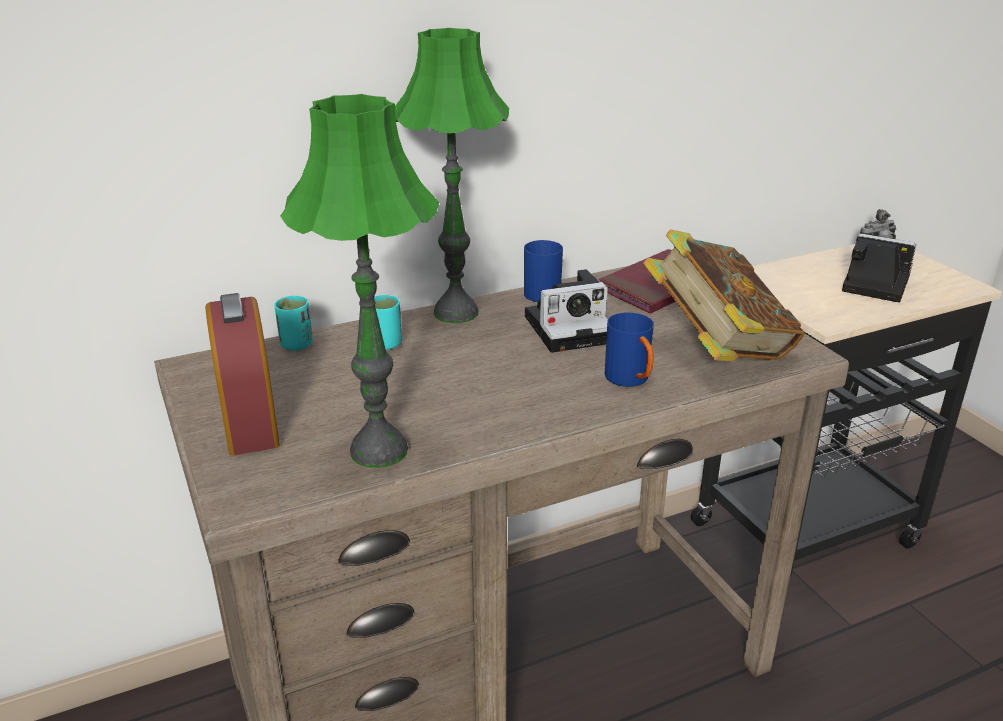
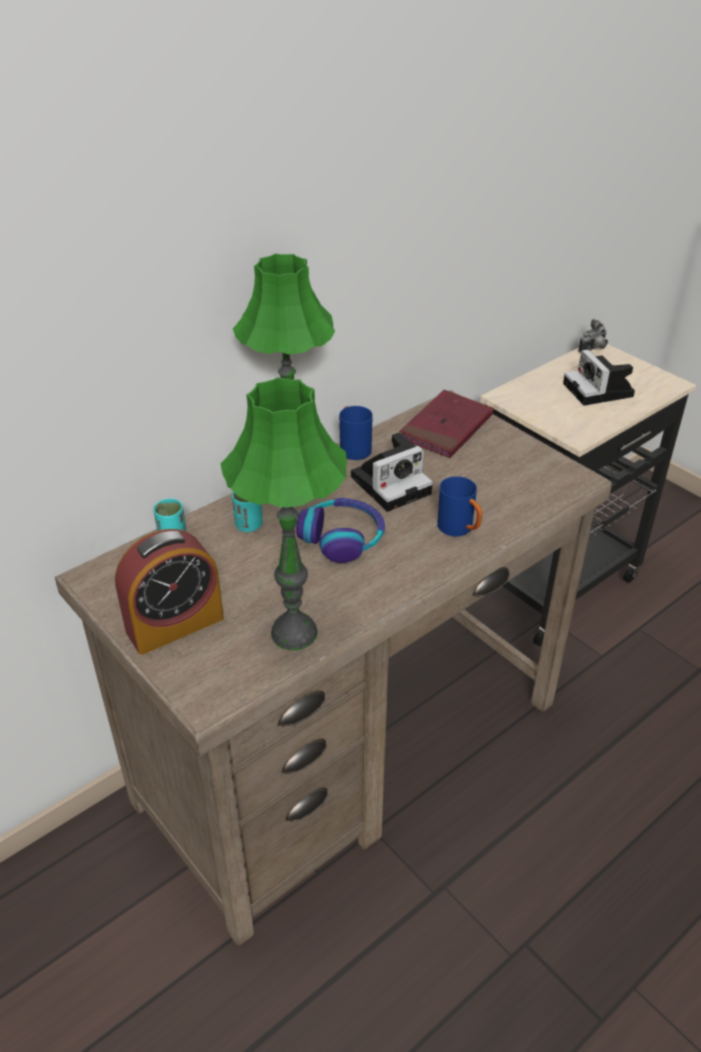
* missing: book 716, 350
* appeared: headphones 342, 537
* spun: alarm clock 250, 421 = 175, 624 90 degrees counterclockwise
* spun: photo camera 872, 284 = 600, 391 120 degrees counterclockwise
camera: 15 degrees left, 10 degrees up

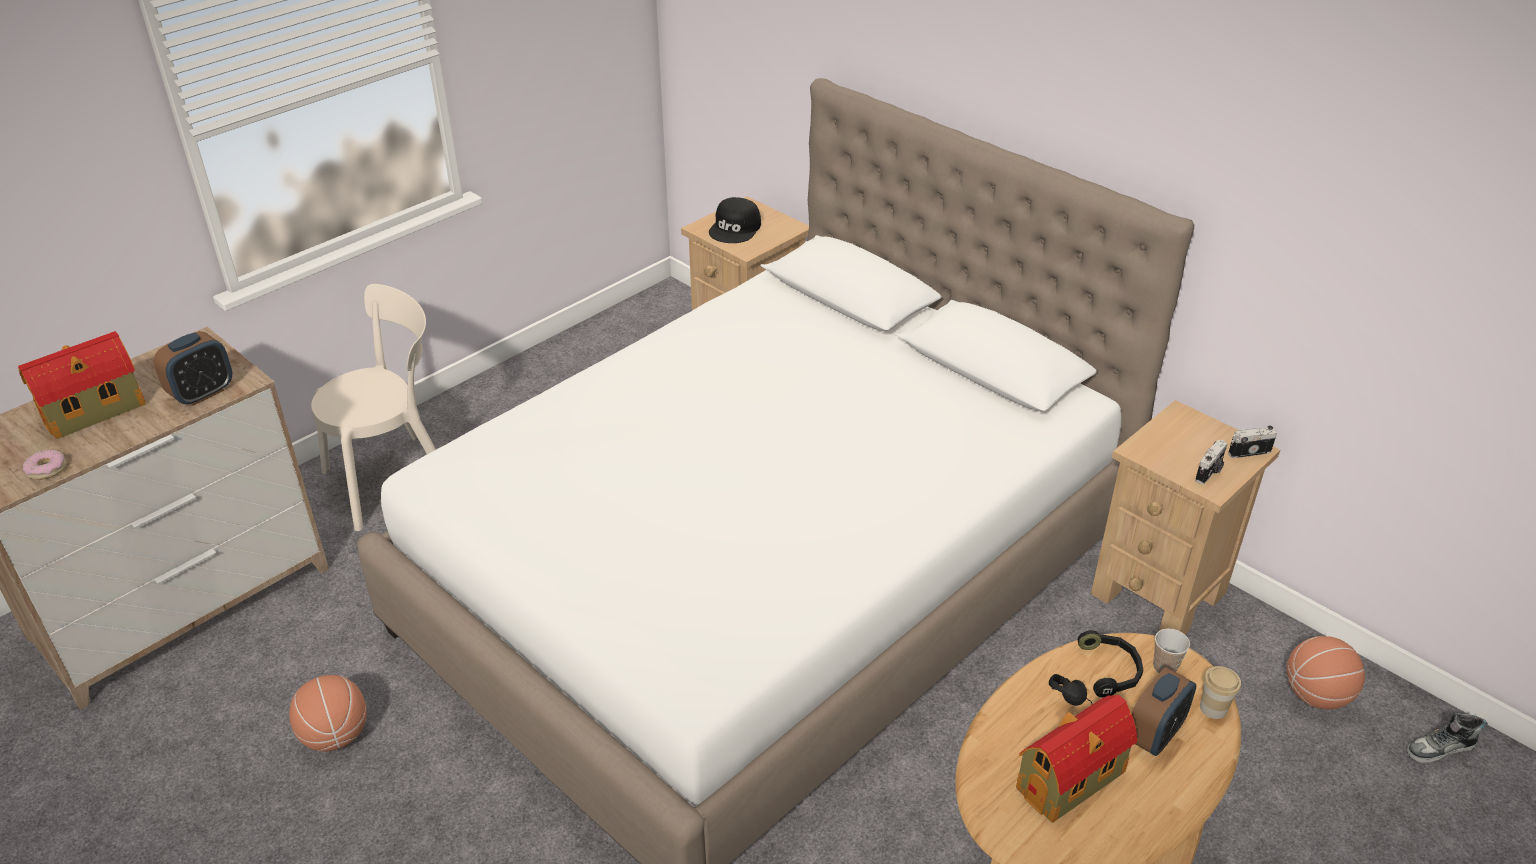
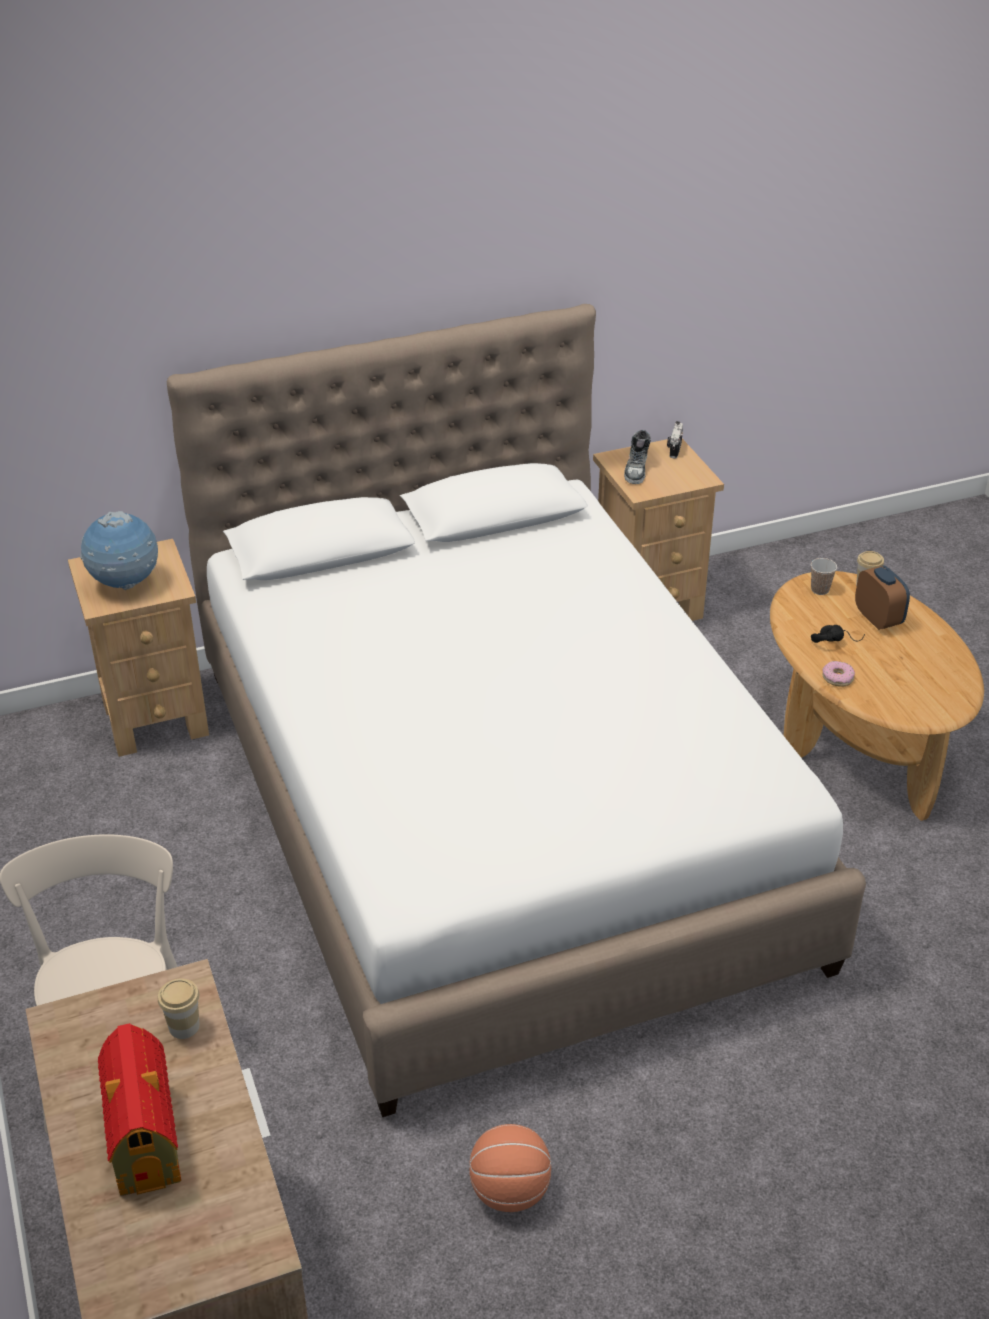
* missing: toy house 1072, 779
* missing: headphones in black 1111, 670
* missing: photo camera 1209, 472
* missing: basketball 1316, 695
* relocated: donut 47, 469 to 837, 678
* relocated: shoe 1440, 749 to 636, 470
* exchanged: alarm clock 202, 393 to cup 184, 1026
* exchanged: cap in black 736, 228 to globe 125, 584
camera: 65 degrees left, 0 degrees up

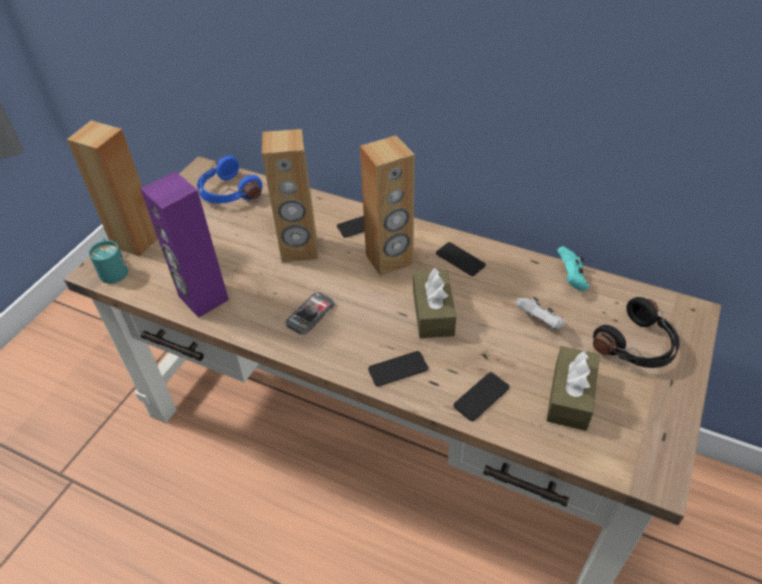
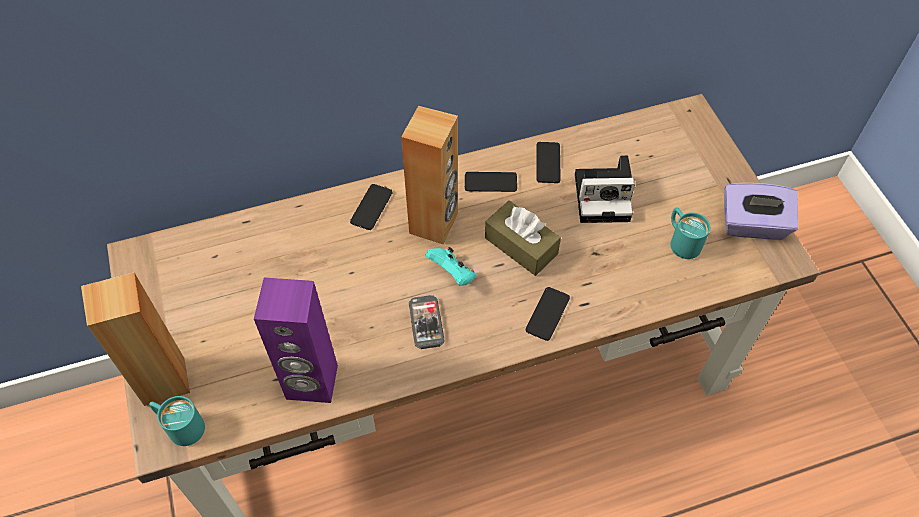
* missing: headphones in blue 228, 193
* missing: speaker in brown 299, 250
* missing: headphones in black 637, 346
* appeared: tissue box in purple 752, 225
* relocated: phone 481, 397 to 548, 163
* relocated: game controller in turquoise 571, 279 to 452, 274
* exchanged: game controller in white 539, 323 to photo camera 604, 196
* exchanged: tissue box in brown 570, 396 to mug in turquoise 681, 241
camera: 45 degrees left, 10 degrees up

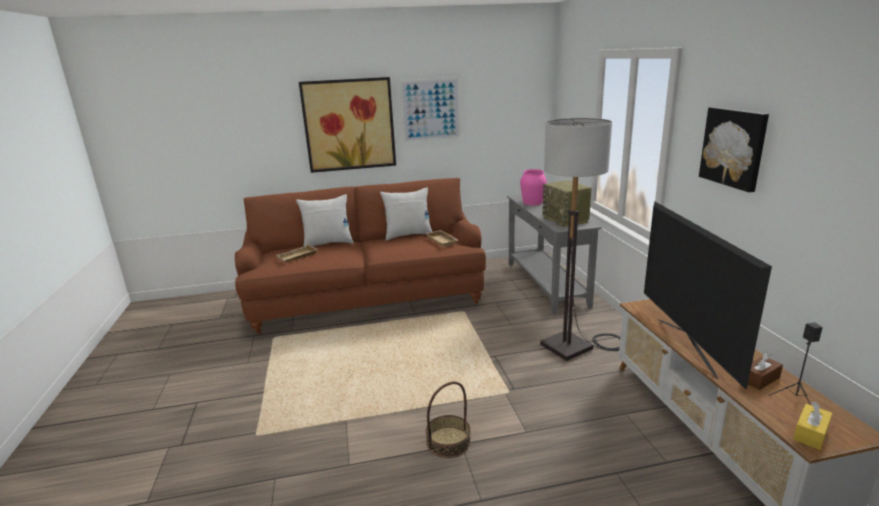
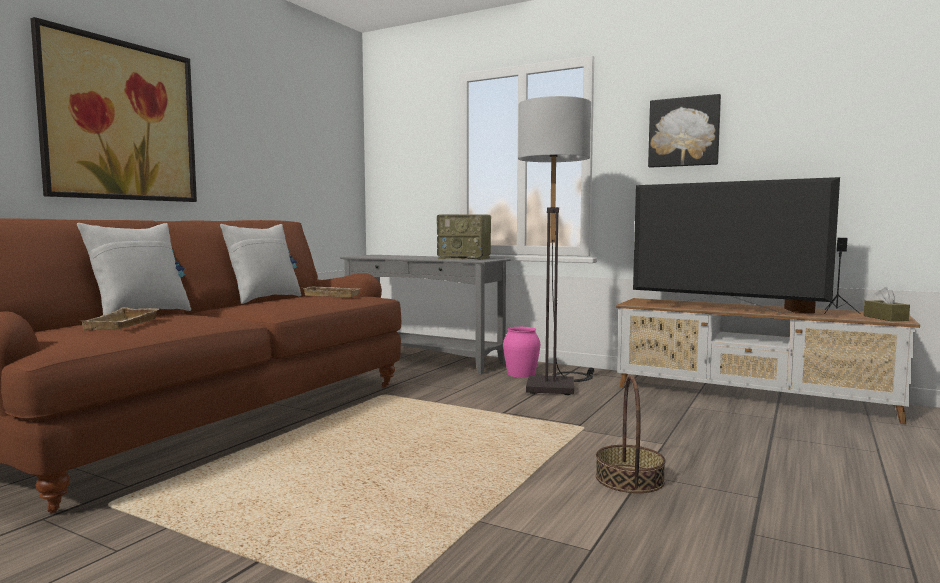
* missing: picture 430, 110
* relocated: vase in pink 532, 202 to 521, 374
* colour: tissue box in yellow 810, 433 to tissue box in brown 885, 318
camera: 50 degrees left, 15 degrees down

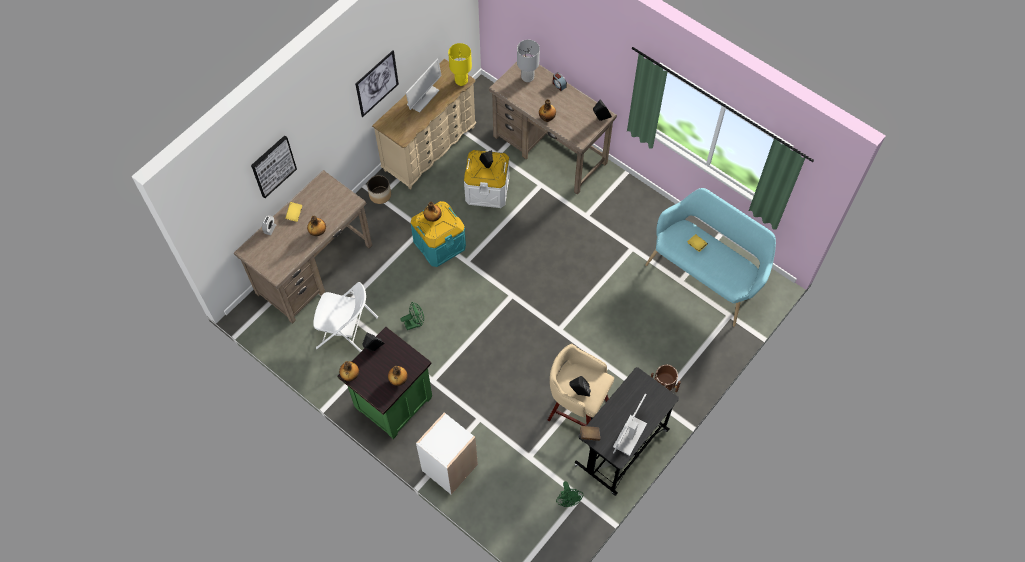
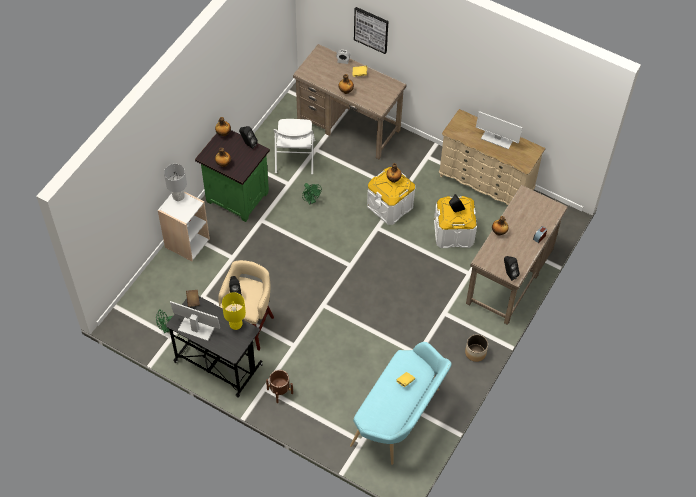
* missing: picture 377, 83
* relocated: planter 380, 195 to 475, 353
* relocated: table lamp in yellow 461, 81 to 236, 325
* relocated: table lamp in grey 528, 78 to 178, 197
* colour: storage box in turquoise 439, 244 to storage box in white 390, 206
camera: 80 degrees right, 5 degrees down

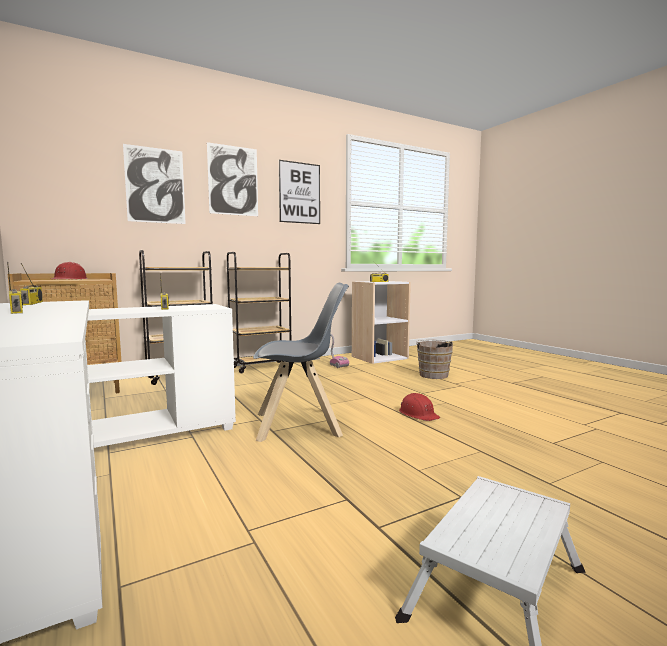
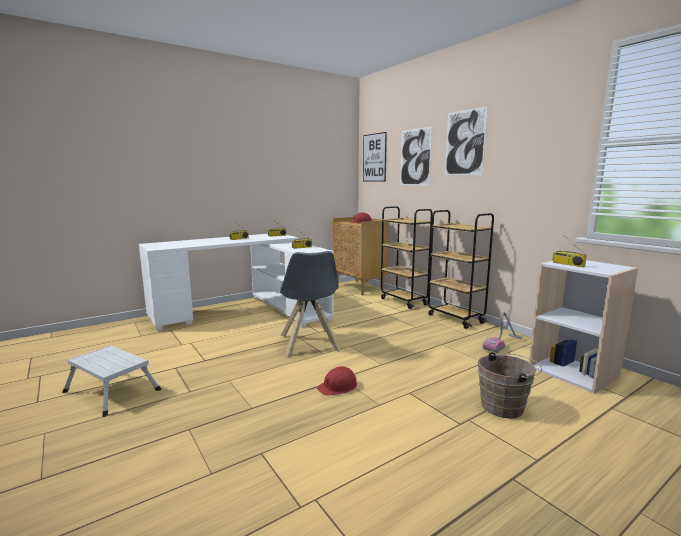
* relocated: picture 299, 193 to 374, 157
camera: 85 degrees right, 5 degrees up

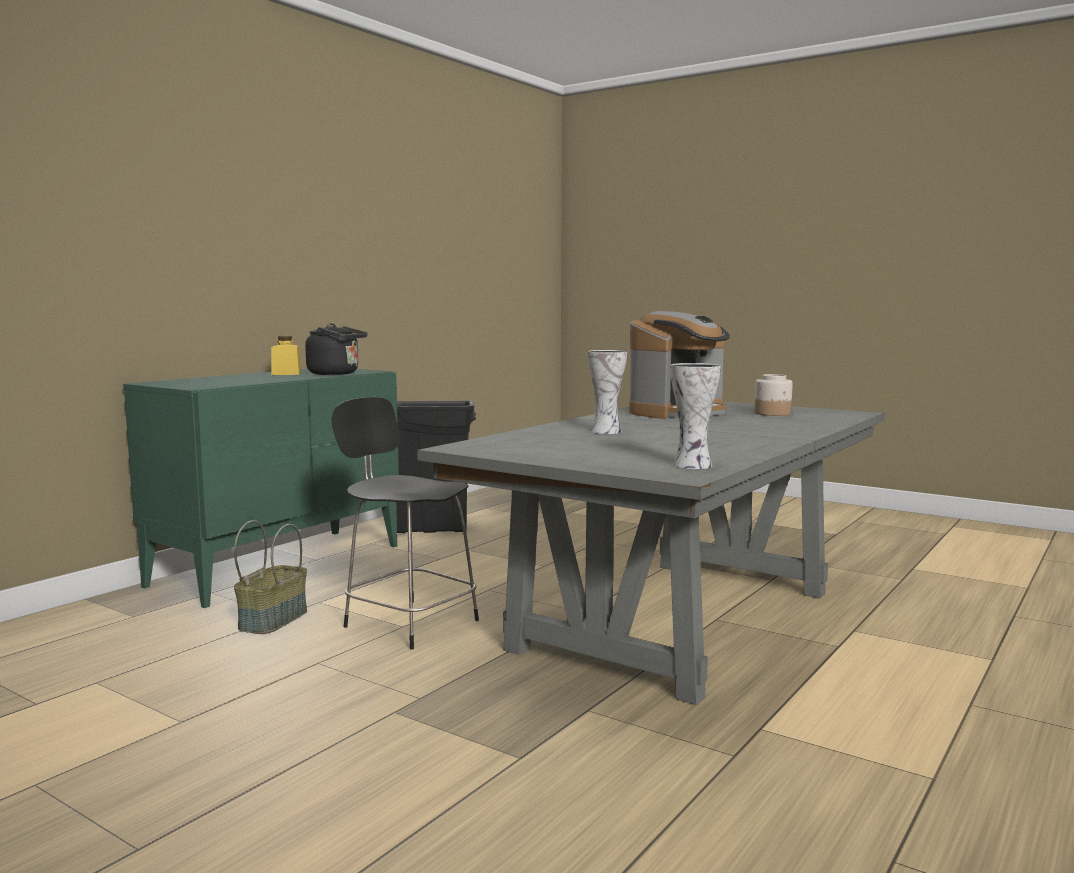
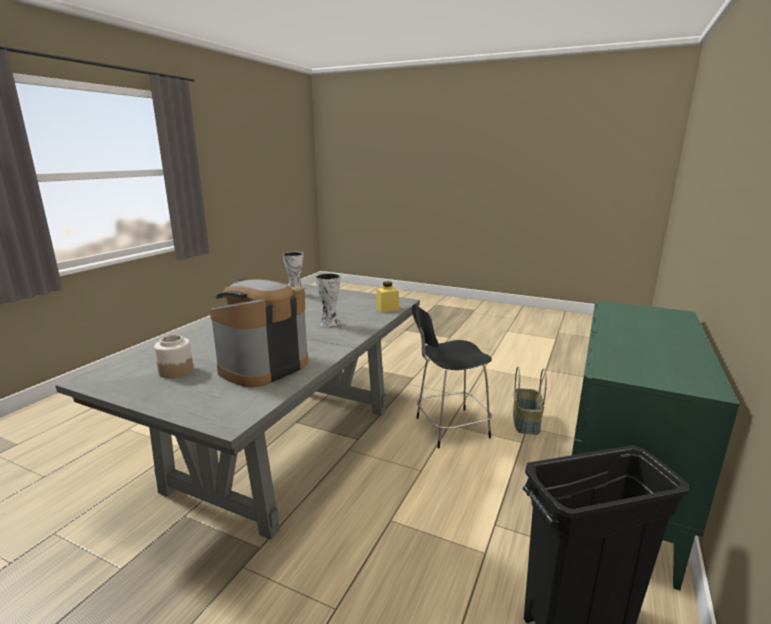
* missing: kettle in black 336, 374
* relocated: jar in yellow 286, 374 to 387, 308
* spun: chair in black 408, 622 = 449, 428 135 degrees clockwise
camera: 170 degrees right, 10 degrees up

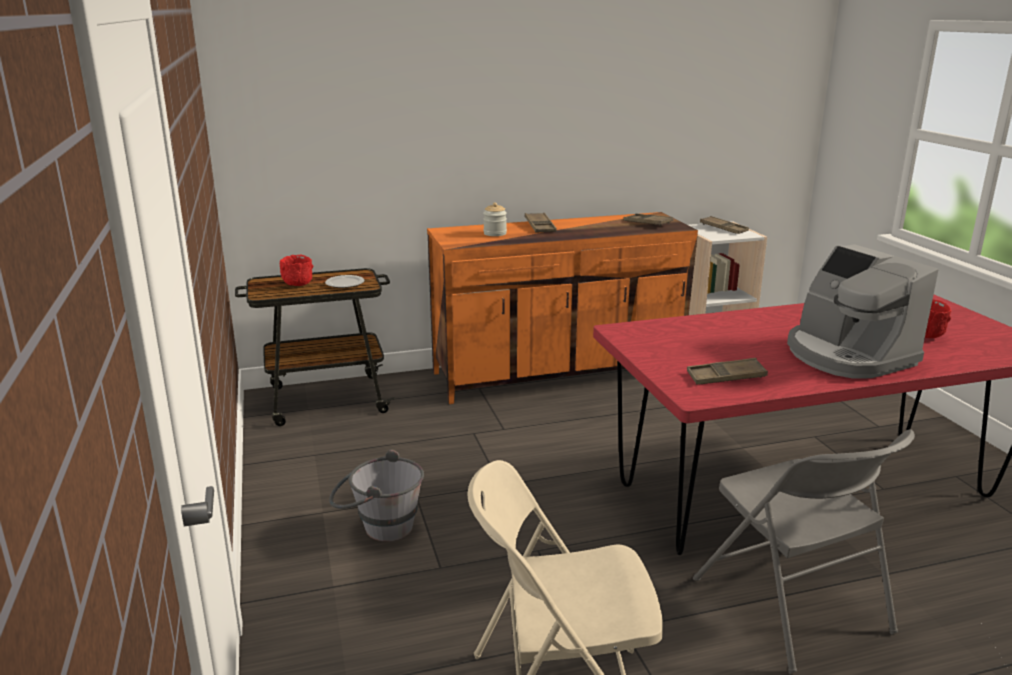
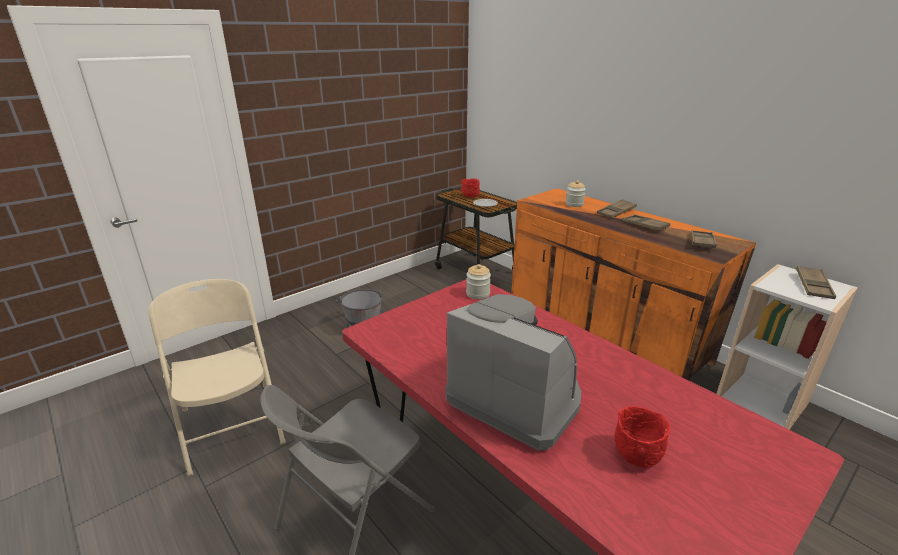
* appeared: jar 478, 294
* relocated: tray in brown 726, 377 to 644, 225
* spun: coffee machine 847, 355 = 516, 398 90 degrees clockwise
camera: 65 degrees right, 5 degrees up

